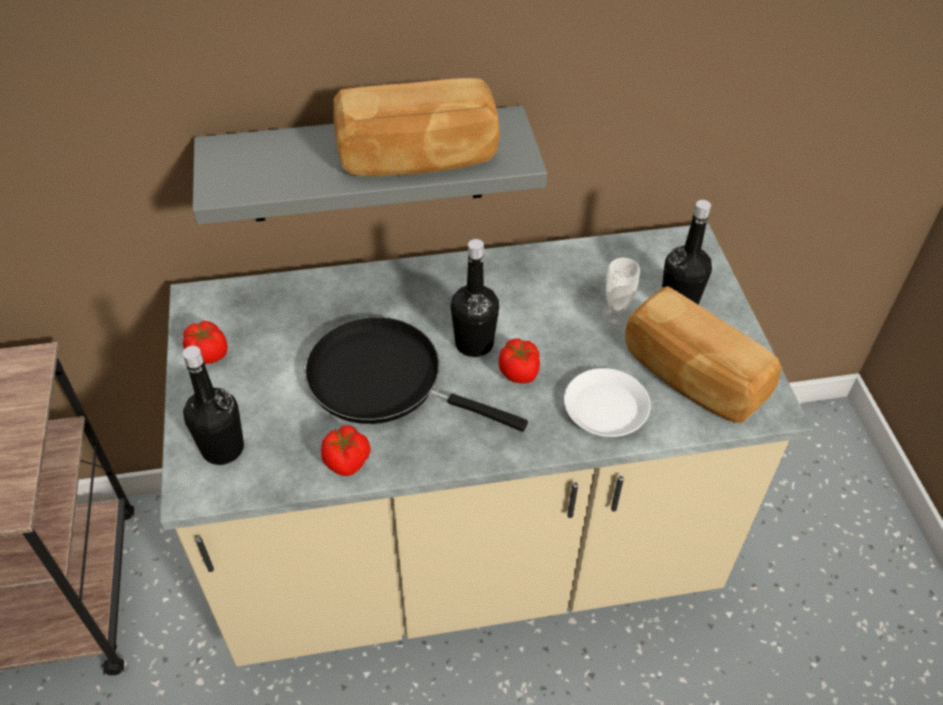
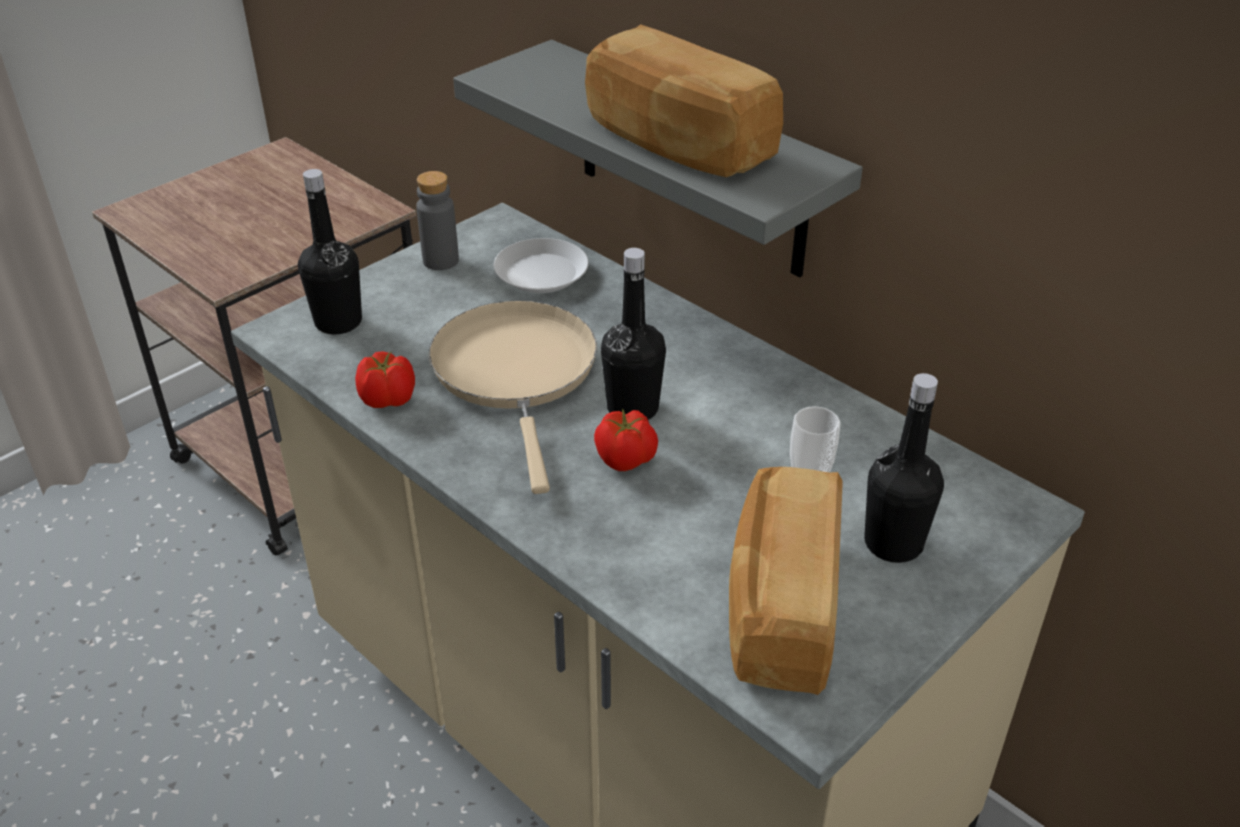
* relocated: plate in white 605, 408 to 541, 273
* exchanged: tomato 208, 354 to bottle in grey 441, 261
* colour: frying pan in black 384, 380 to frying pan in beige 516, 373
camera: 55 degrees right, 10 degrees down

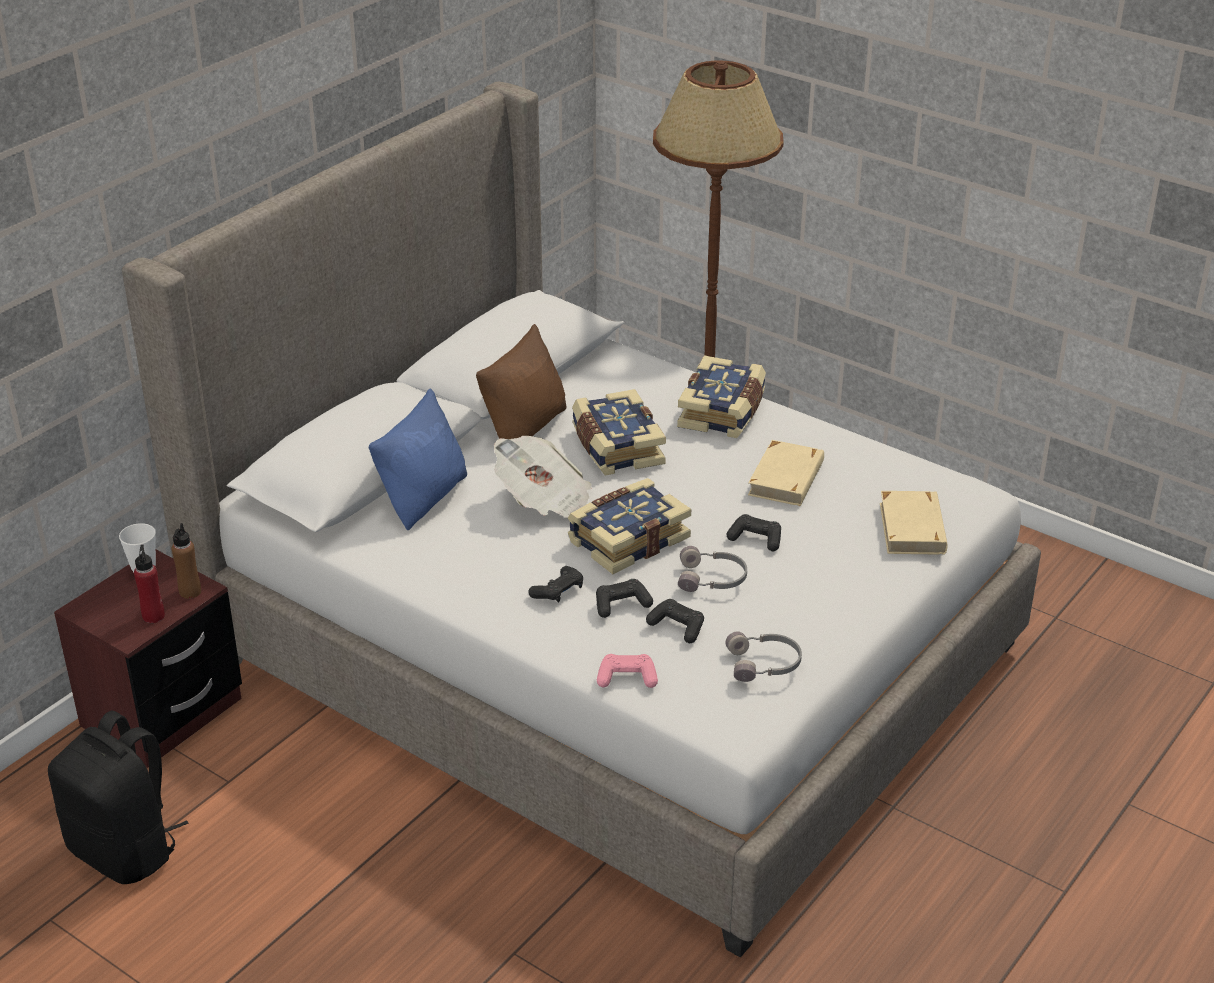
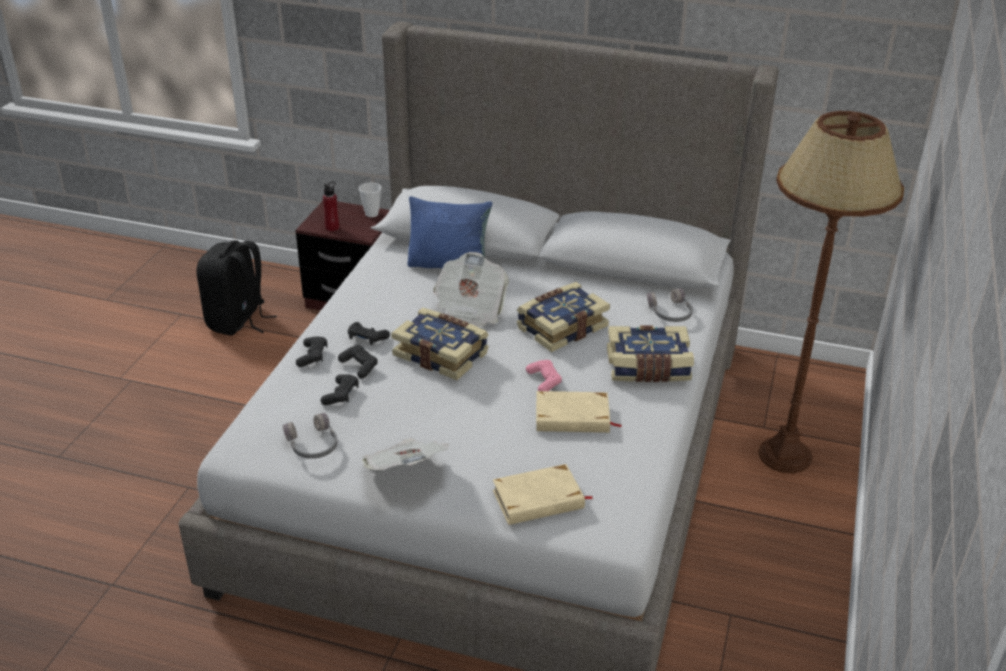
* missing: bottle in brown 190, 592
* missing: pillow in brown 525, 427
* appeared: newspaper 405, 471
* relocated: game controller in pink 627, 678 to 544, 381
* relocated: headphones in grey 712, 579 to 669, 313
* relocated: game controller in black 756, 539 to 312, 356
camera: 70 degrees right, 0 degrees up

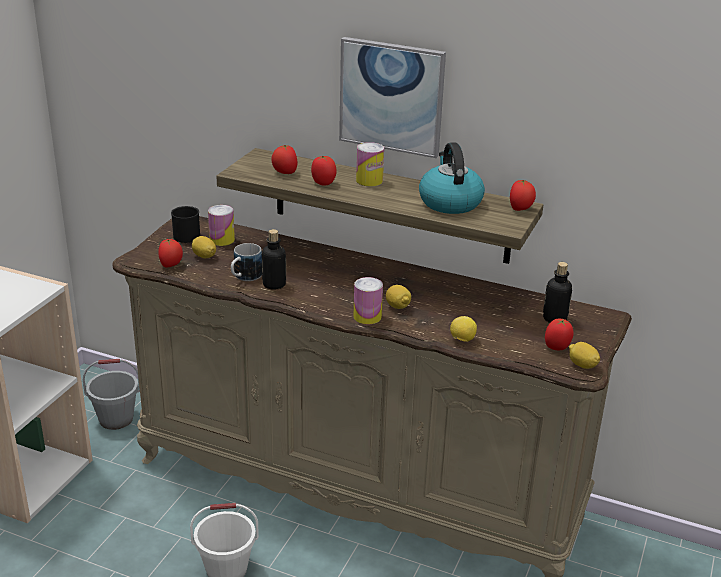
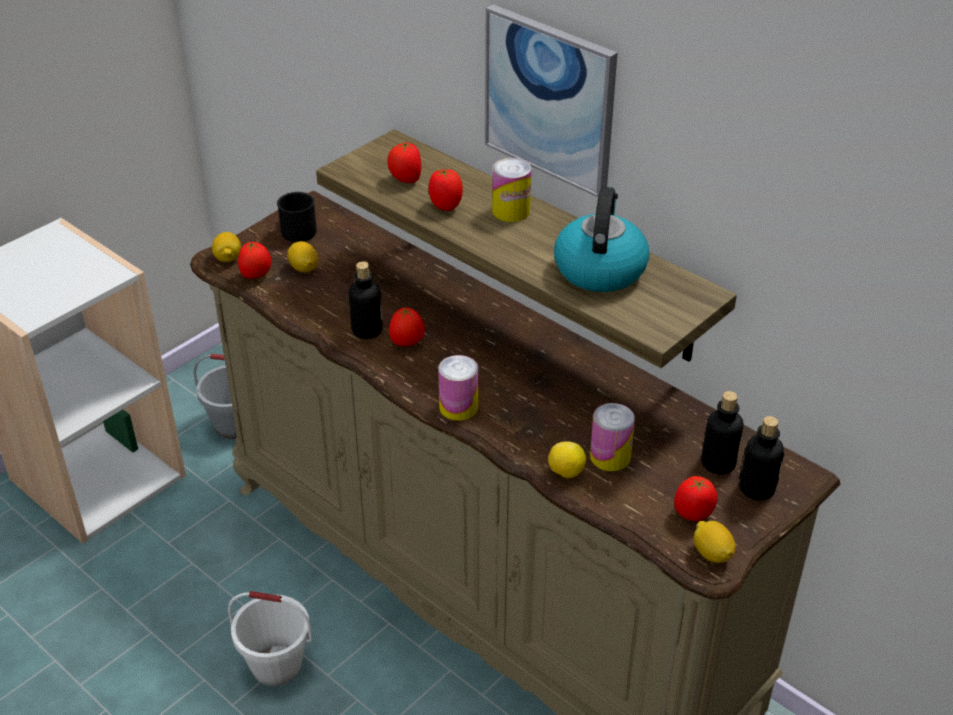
* missing: mug 244, 277
* appeared: bottle 756, 489
* relocated: can 222, 240 to 610, 456
* relocated: lemon 397, 306 to 228, 258
* relocated: tomato 520, 209 to 407, 343
camera: 20 degrees right, 10 degrees up

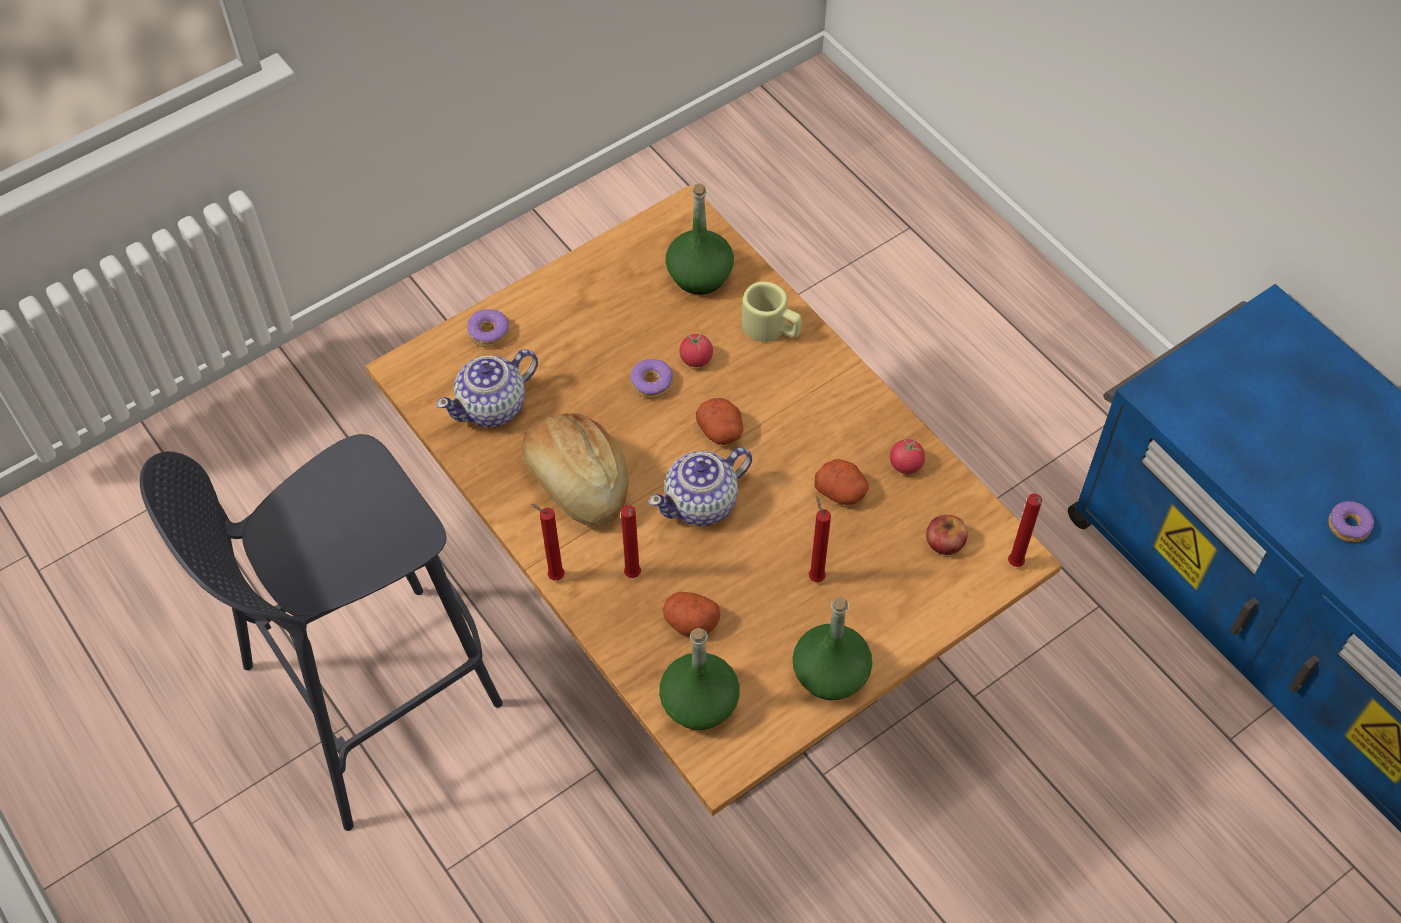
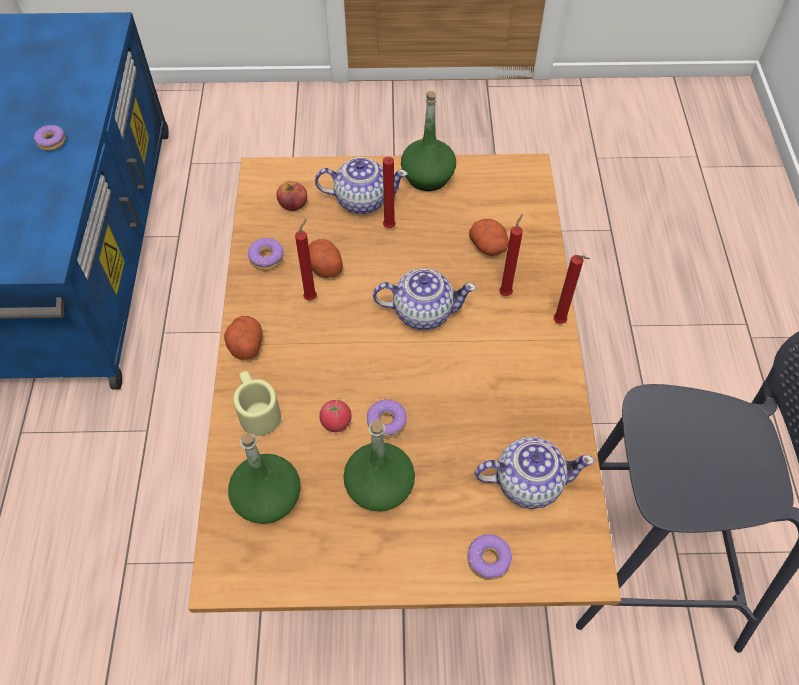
* missing: bread 576, 482
* appeared: teapot 361, 200
* relocated: bottle in green 699, 702 to 380, 486
* relocated: potato 721, 431 to 245, 344
* relocated: candle in red 1015, 565 to 312, 296
* exchanged: tomato 906, 464 to donut 267, 258
camera: 145 degrees left, 0 degrees up

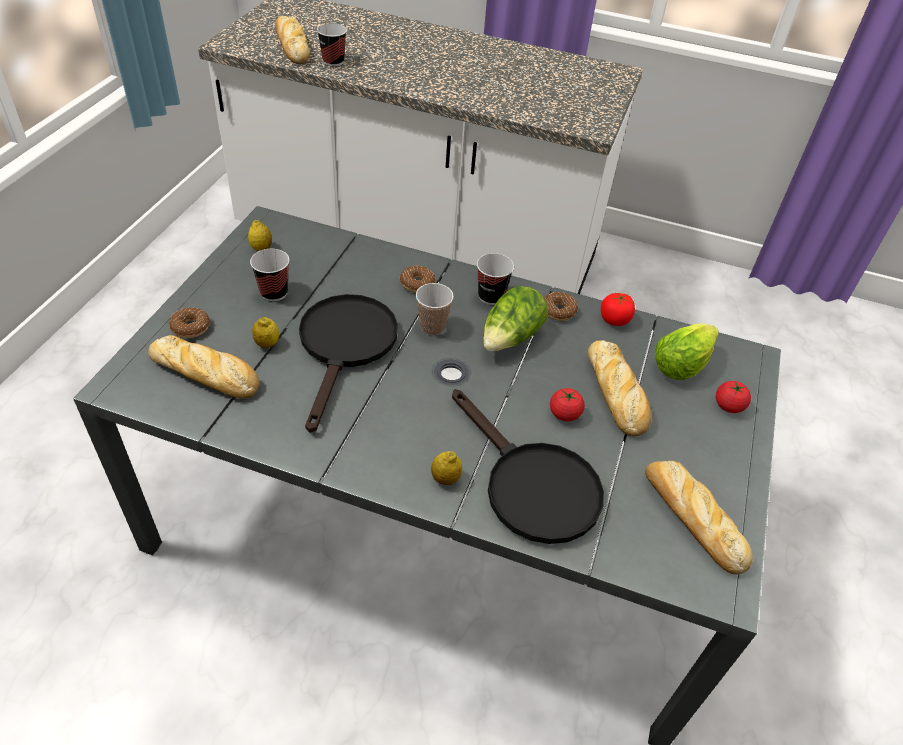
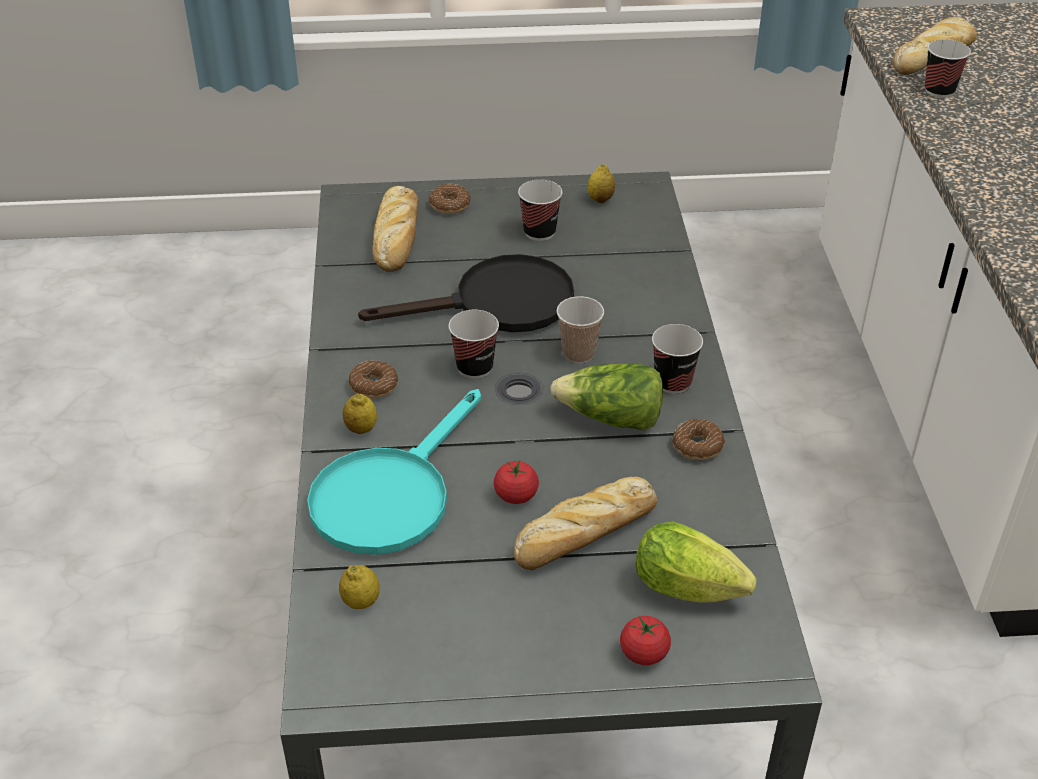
* missing: tomato 614, 319
* missing: bread 690, 518
* appeared: cup 474, 367
* relocated: lemon 267, 344 to 361, 602
* relocated: donut 417, 284 to 373, 386
* colour: frying pan in black 531, 485 to frying pan in turquoise 390, 494
camera: 70 degrees right, 5 degrees down

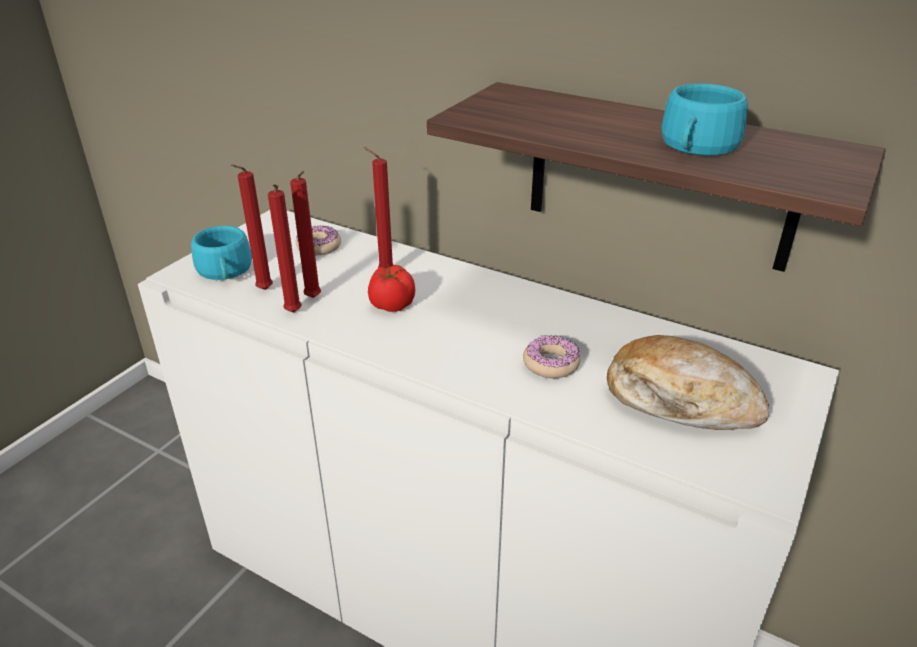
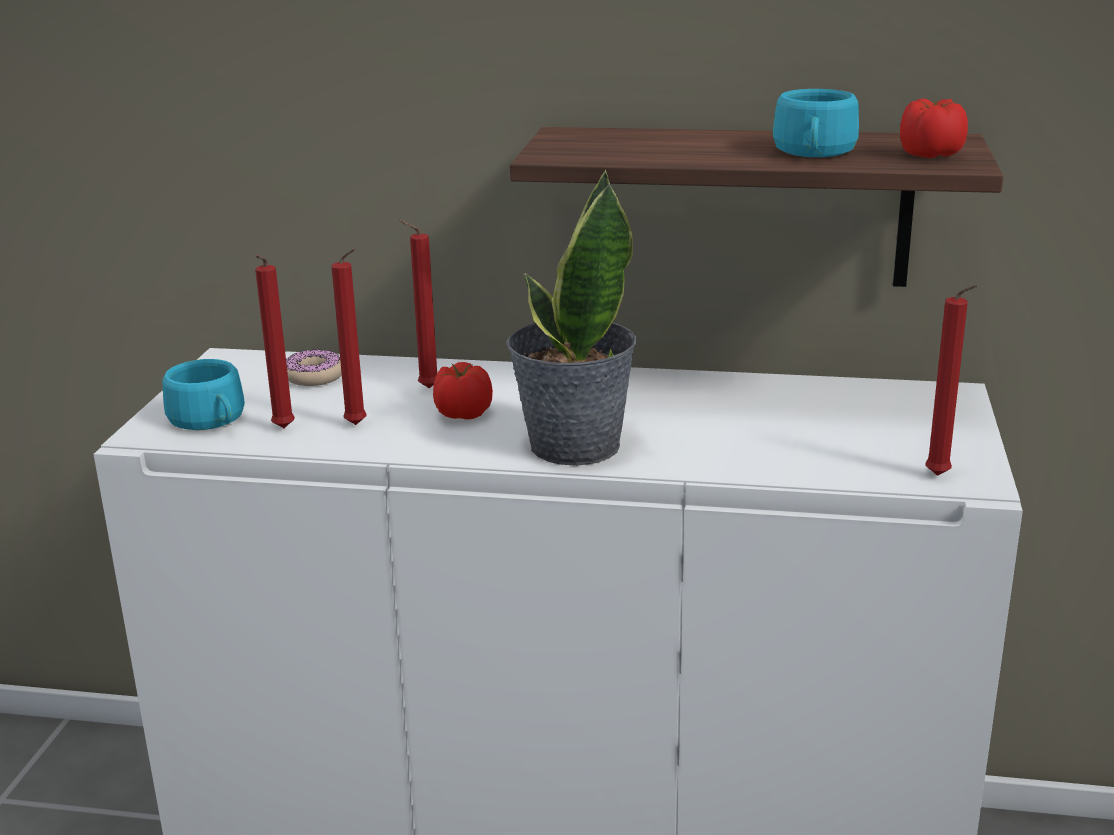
* missing: donut 551, 364
* missing: bread 679, 399
* appeared: potted plant 573, 446
* appeared: tomato 929, 154
* relocated: candle in red 293, 314 to 940, 477
camera: 20 degrees left, 10 degrees down

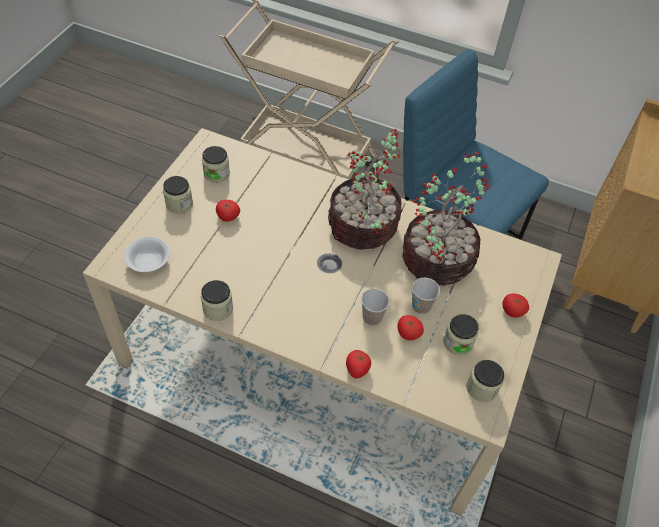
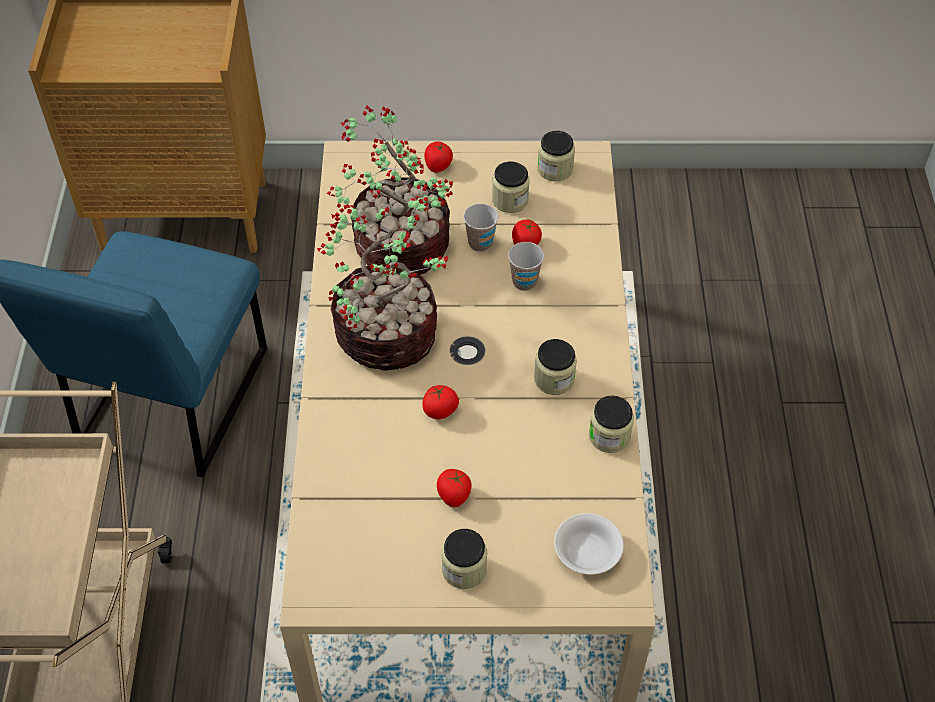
* relocated: jar 216, 173 to 554, 379
* relocated: tomato 357, 369 to 440, 410
camera: 110 degrees left, 0 degrees up

